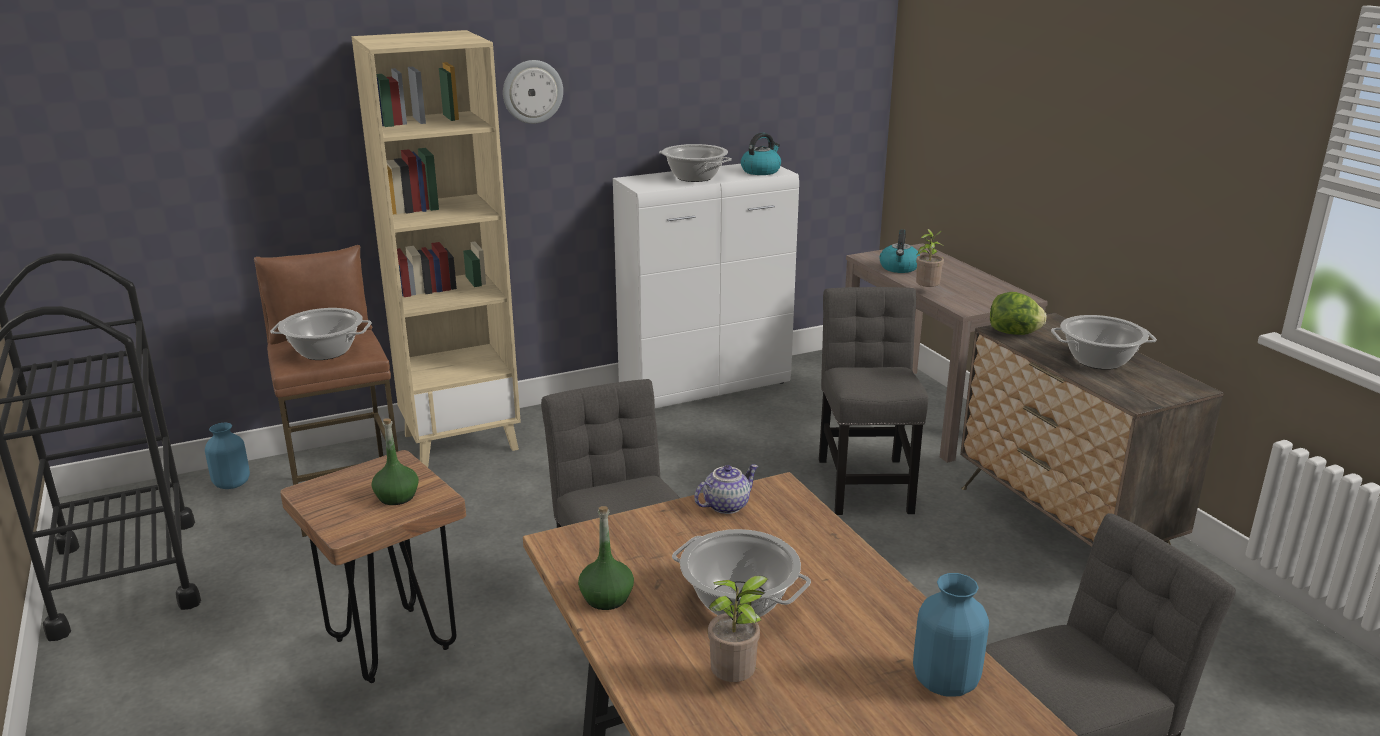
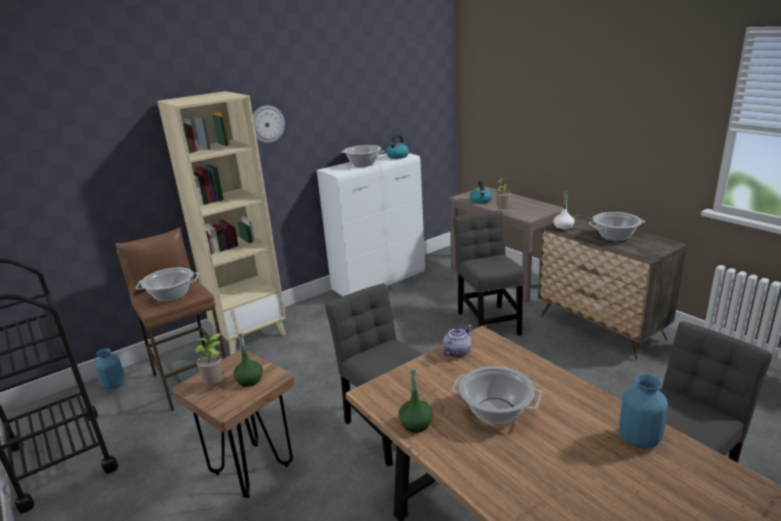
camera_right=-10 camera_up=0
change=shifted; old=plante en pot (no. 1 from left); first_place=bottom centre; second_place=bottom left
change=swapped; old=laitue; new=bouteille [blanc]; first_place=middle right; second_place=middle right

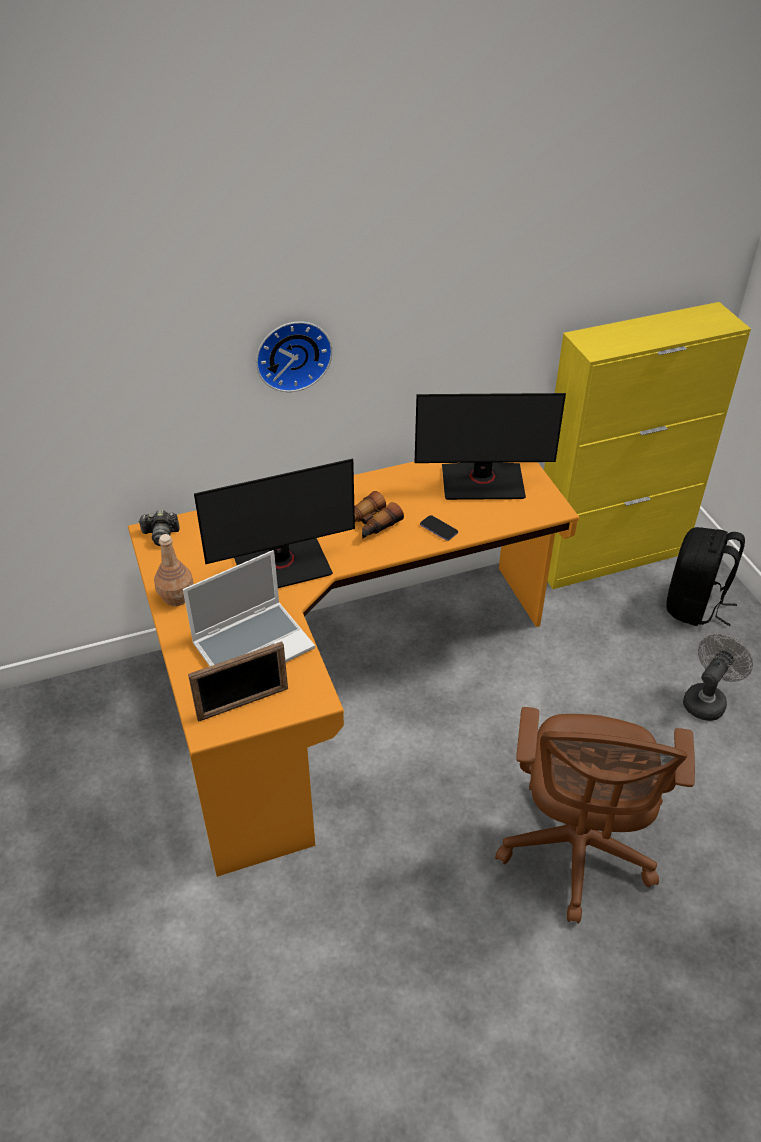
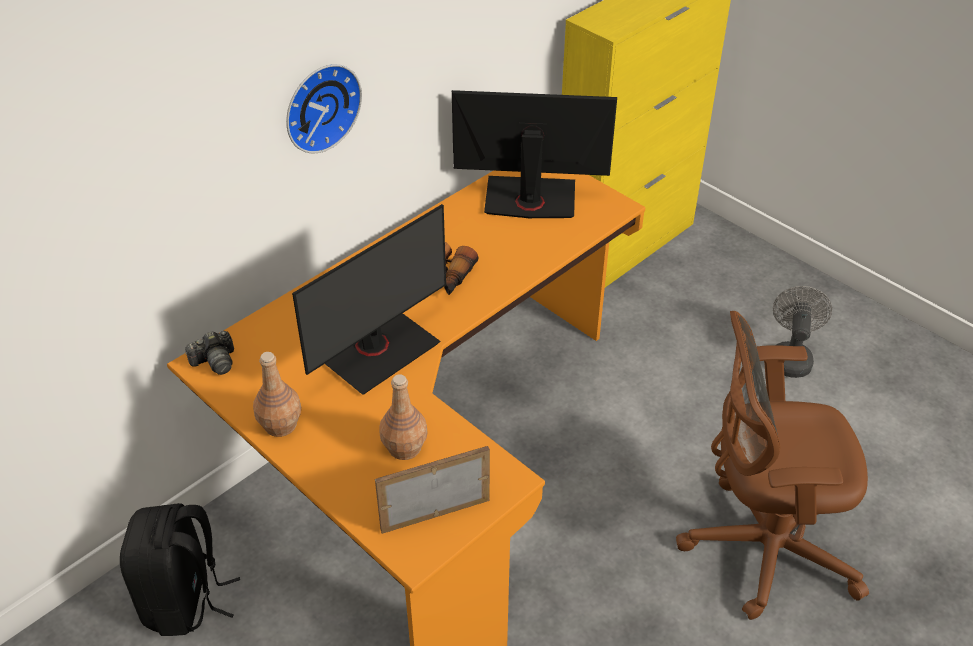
camera_right=-25 camera_up=0
change=shifted; old=sac à dos [noir]; first_place=middle right; second_place=bottom left
change=rotated; old=cadre photo; first_place=middle left; second_place=bottom centre; degrees=-150
change=swapped; old=ordinateur portable; new=bouteille [marron] (no. 2 from left); first_place=middle left; second_place=centre
change=rotated; old=écran d'ordinateur (no. 2 from left); first_place=centre; second_place=top centre; degrees=-150
change=rotated; old=chaise de bureau [marron]; first_place=bottom right; second_place=bottom right; degrees=105
change=gone; old=téléphone; first_place=centre

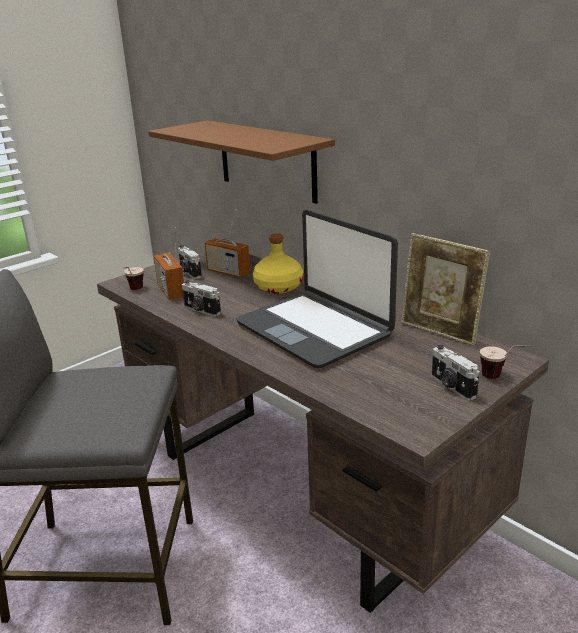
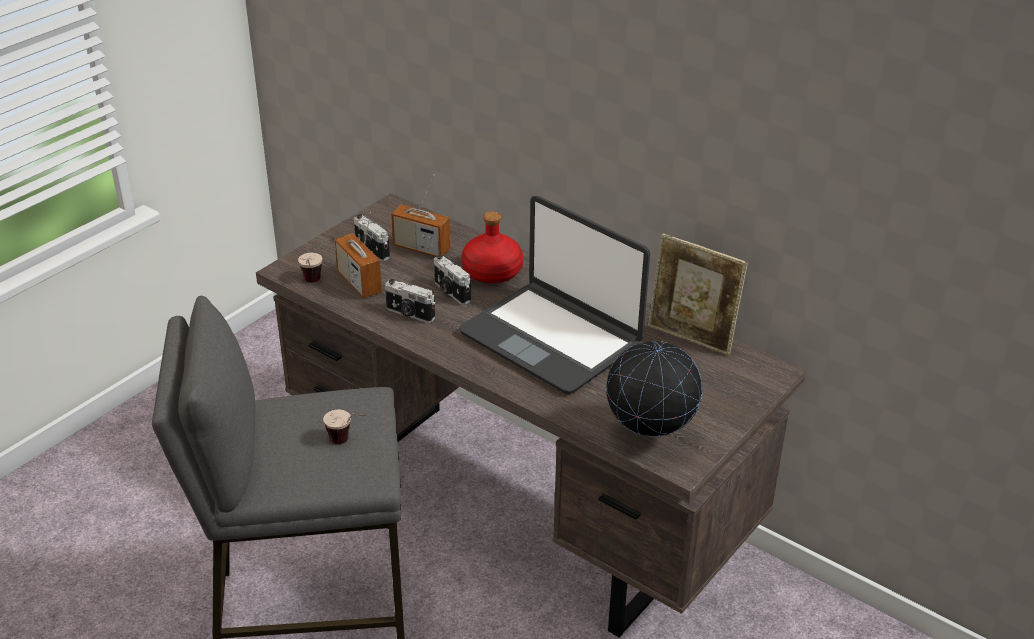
camera_right=-10 camera_up=10
change=shifted; old=tasse (no. 2 from left); first_place=middle right; second_place=bottom centre
change=shifted; old=appareil photo (no. 3 from left); first_place=middle right; second_place=centre
change=repainted; old=bouteille [jaune]; new=bouteille [rouge]; first_place=centre; second_place=centre
change=new; new=globe; second_place=centre
change=gone; old=étagère [marron]; first_place=top centre

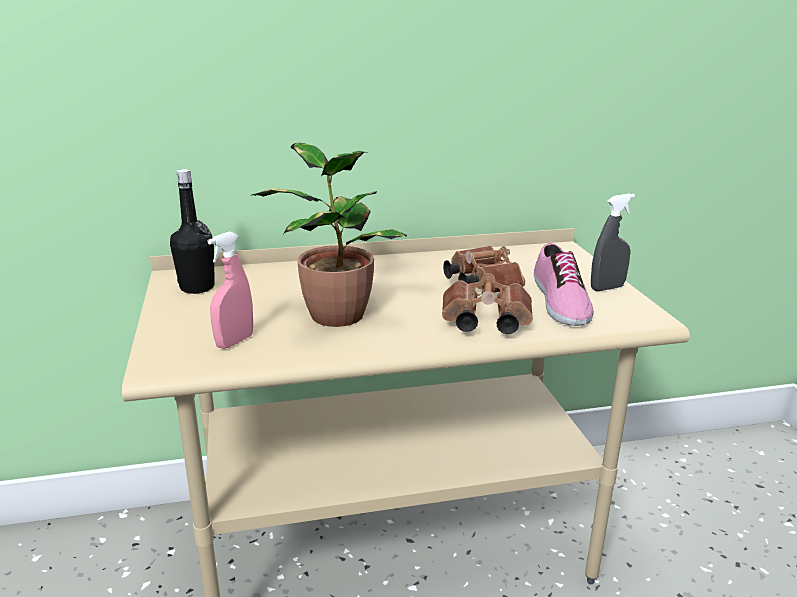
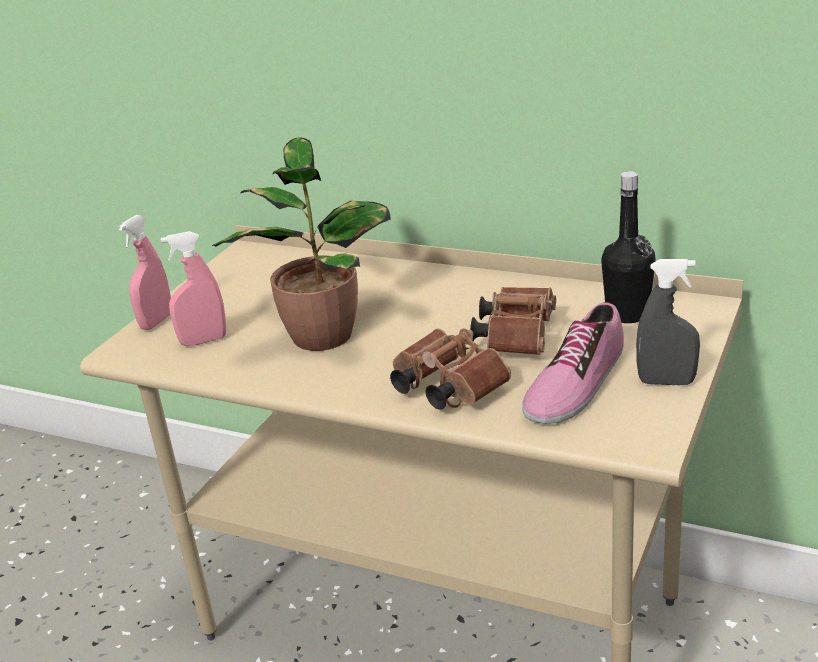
camera_right=40 camera_up=5
change=new; new=vaporisateur [rose] (no. 1 from left); second_place=middle left
change=shifted; old=bouteille [noir]; first_place=middle left; second_place=middle right

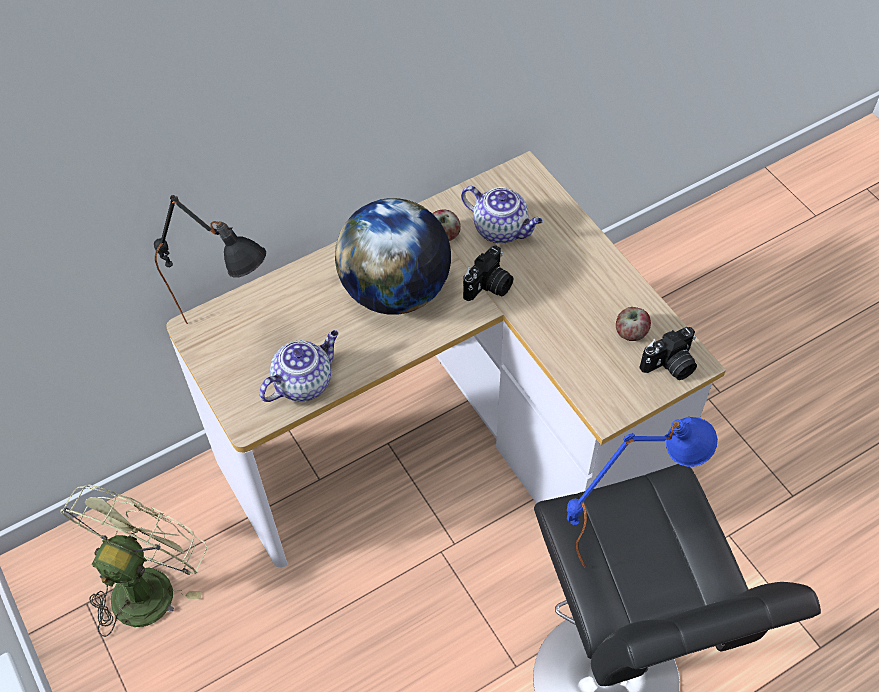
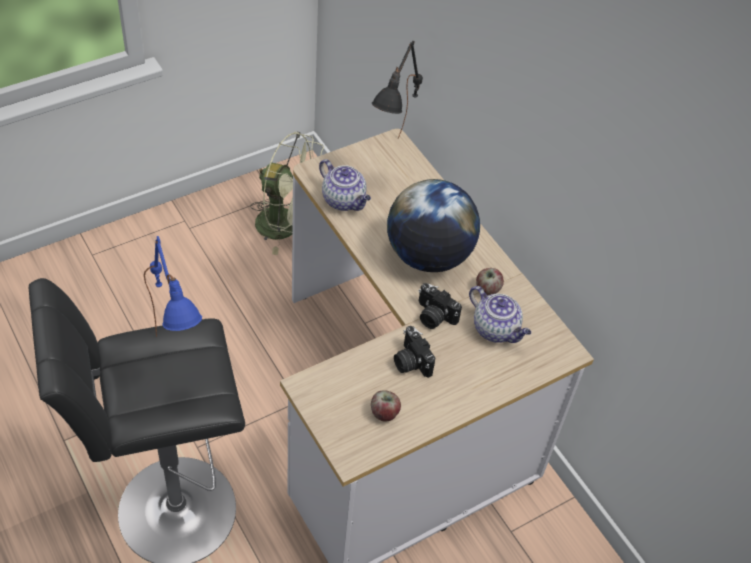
camera_right=85 camera_up=-5
change=shifted; old=appareil photo (no. 2 from left in the first image); new=appareil photo (no. 1 from left); first_place=middle right; second_place=centre
change=rotated; old=théière (no. 2 from left); first_place=top centre; second_place=centre; degrees=-75

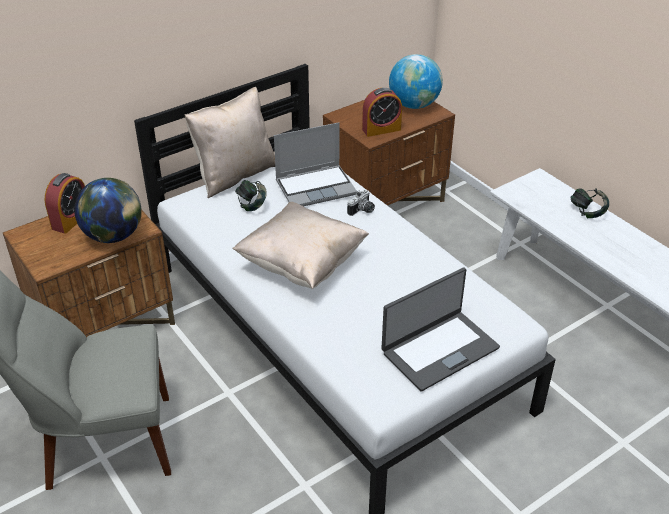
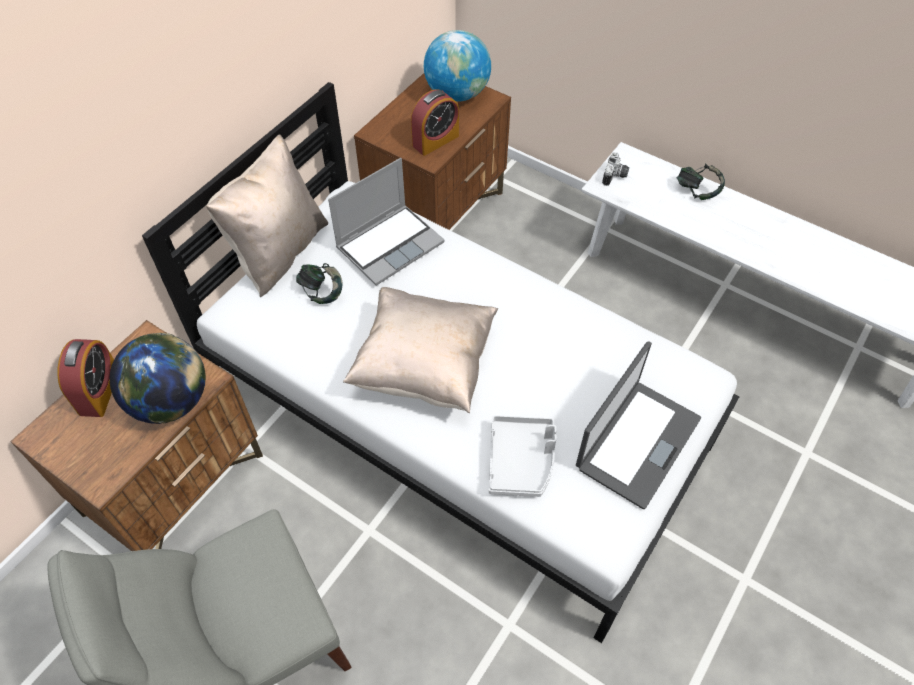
camera_right=-20 camera_up=15
change=new; new=plateau [gris]; second_place=centre
change=shifted; old=appareil photo; first_place=centre; second_place=top right

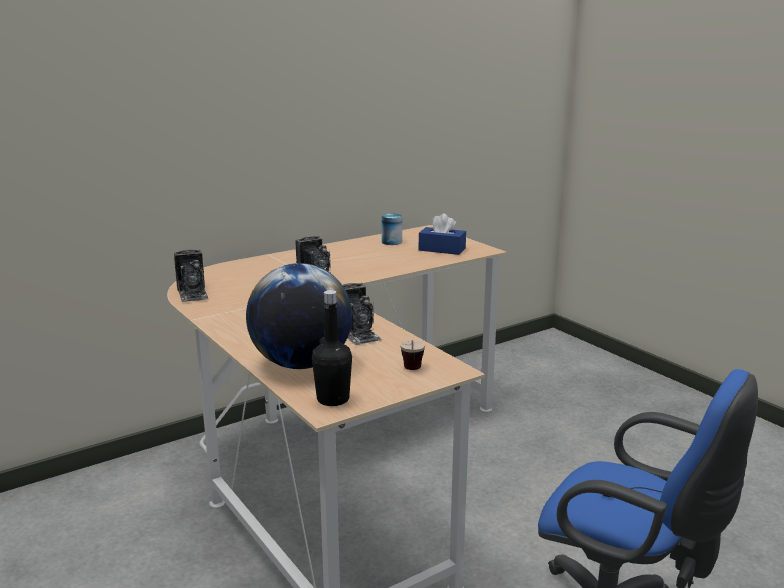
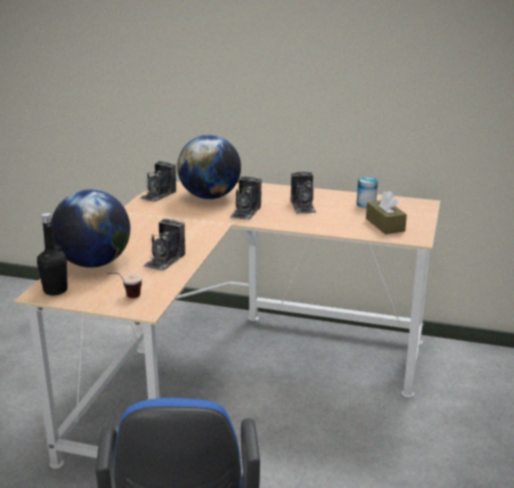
camera_right=50 camera_up=5
change=new; new=globe (no. 2 from left); second_place=centre
change=new; new=appareil photo (no. 4 from left); second_place=centre
change=repainted; old=boîte à mouchoirs [bleu]; new=boîte à mouchoirs [marron]; first_place=centre; second_place=middle right

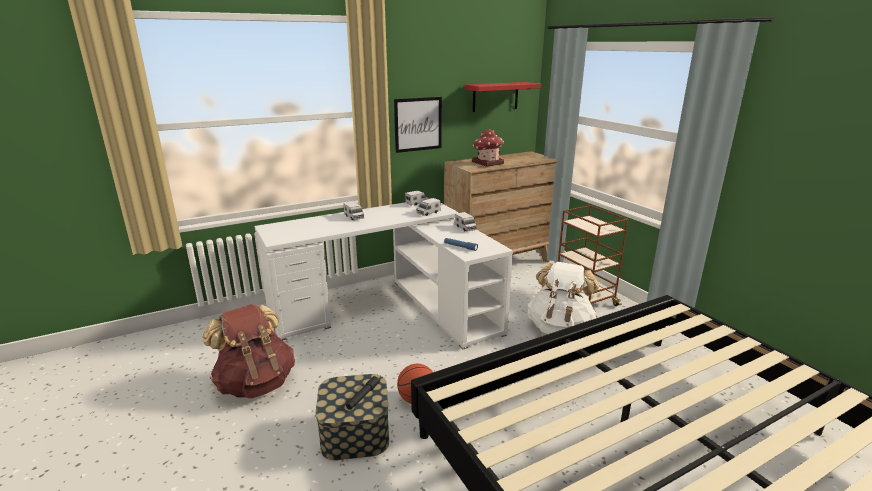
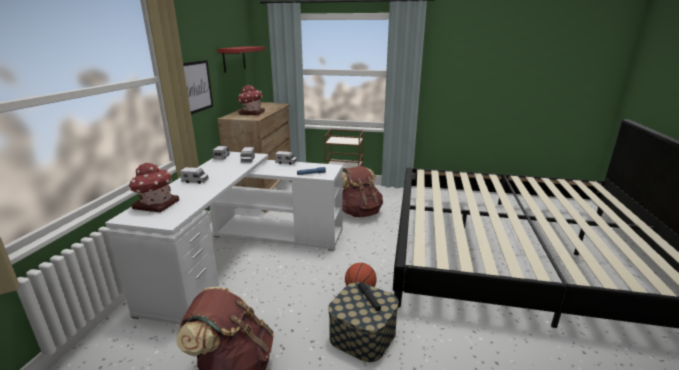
camera_right=-50 camera_up=0
change=new; new=maison miniature (no. 1 from left); second_place=middle left
change=repainted; old=sac à dos [blanc]; new=sac à dos [marron] (no. 2 from left); first_place=centre; second_place=centre

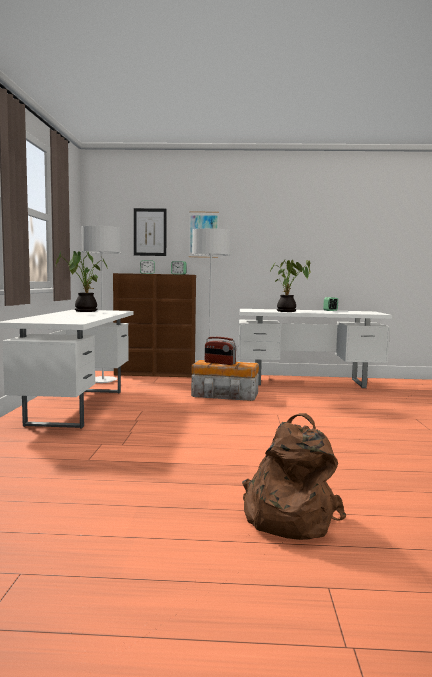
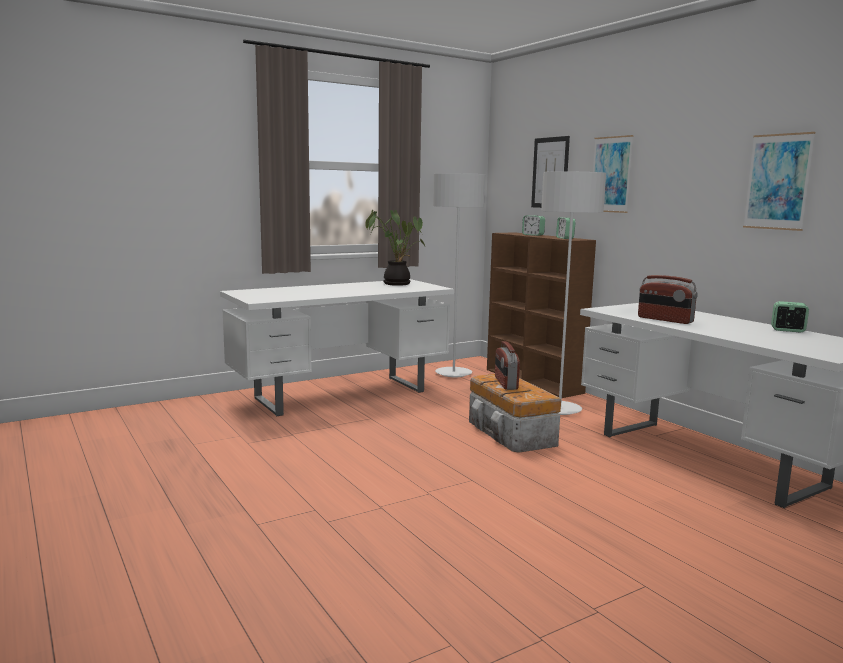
camera_right=55 camera_up=5
change=swapped; old=plante en pot (no. 2 from left); new=radio (no. 2 from left); first_place=middle right; second_place=middle right
change=new; new=tableau (no. 3 from left); second_place=top right
change=gone; old=sac à dos [marron]; first_place=bottom right

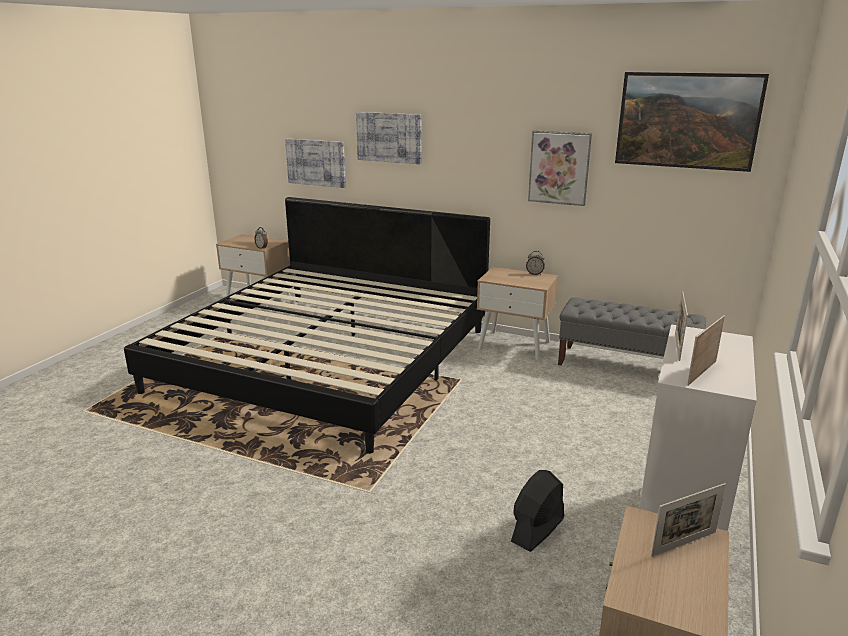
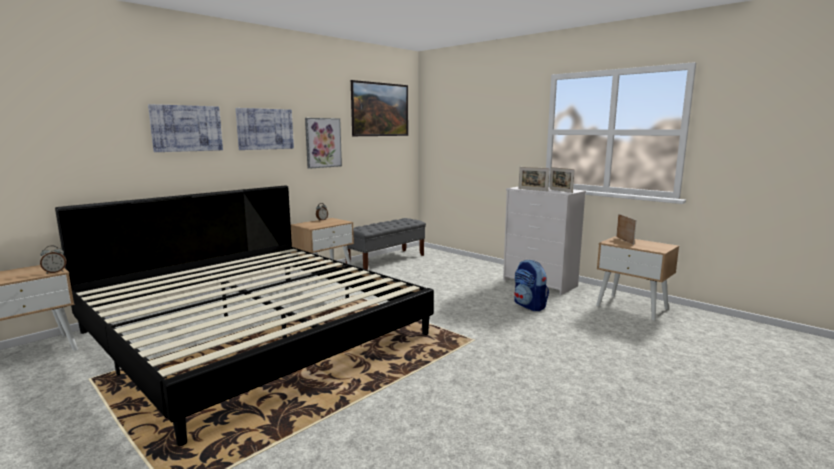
camera_right=-70 camera_up=-10
change=shifted; old=tableau (no. 1 from left in the first image); new=tableau (no. 2 from left); first_place=top centre; second_place=top left
change=swapped; old=ventilateur [noir]; new=sac à dos; first_place=bottom centre; second_place=centre

